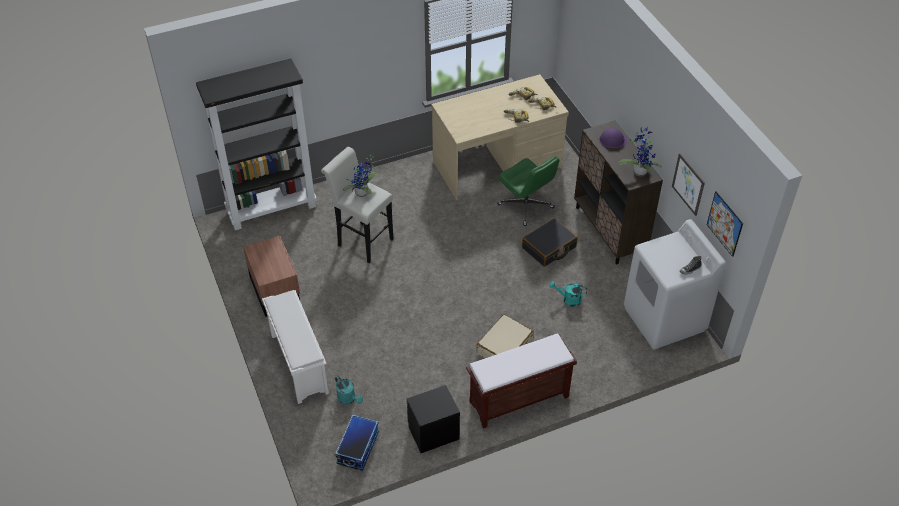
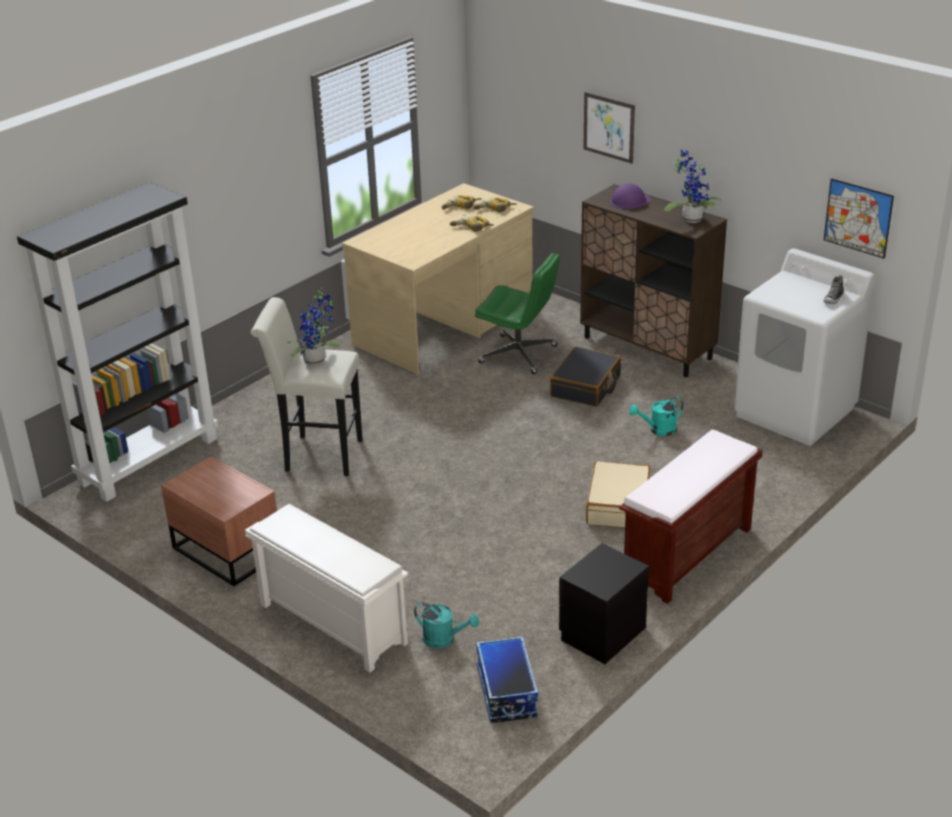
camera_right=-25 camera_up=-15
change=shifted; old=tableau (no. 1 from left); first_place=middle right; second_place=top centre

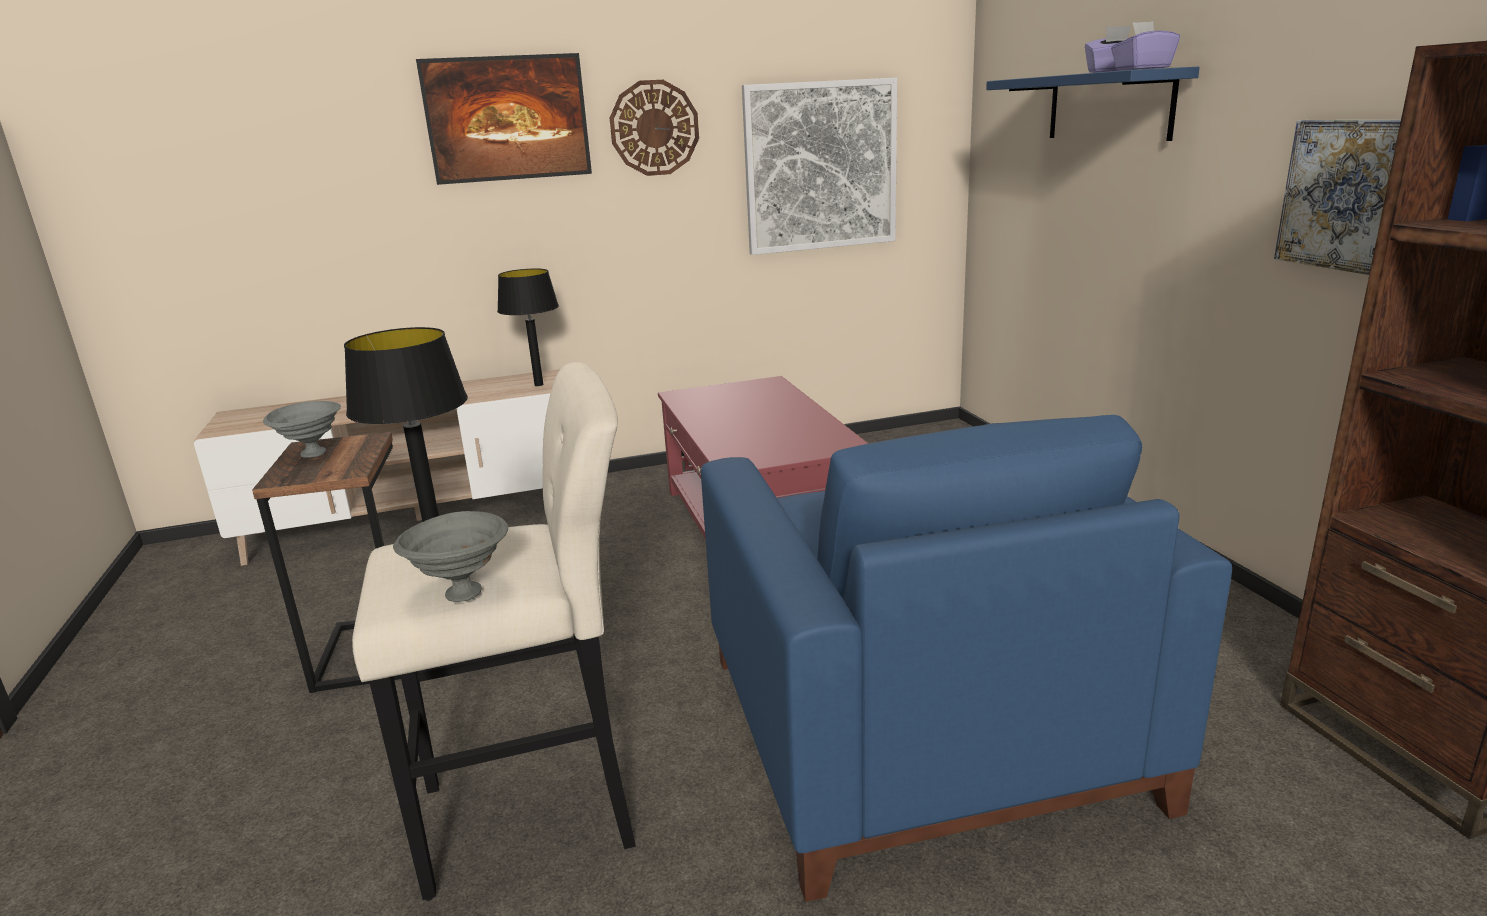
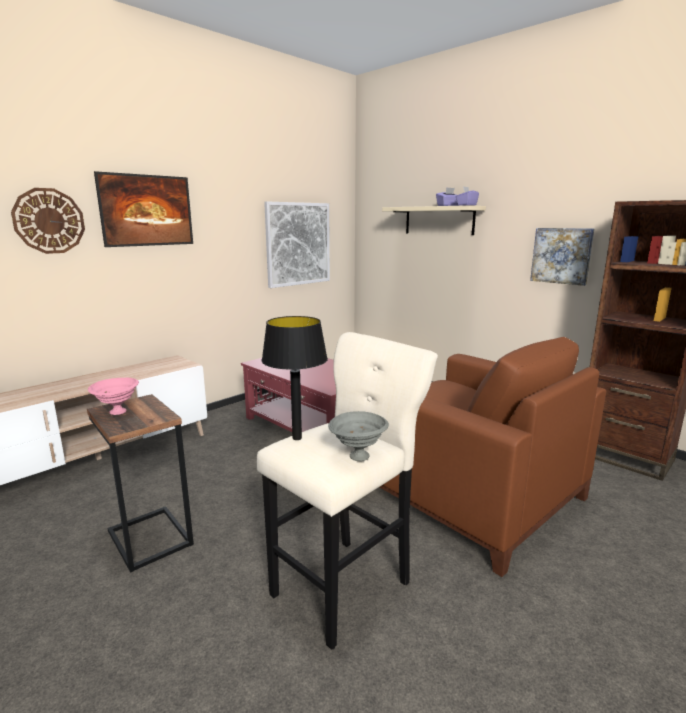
camera_right=-30 camera_up=-5
change=shifted; old=horloge murale; first_place=top centre; second_place=top left
change=repainted; old=bol [gris] (no. 1 from left); new=bol [rose]; first_place=middle left; second_place=middle left
change=repainted; old=fauteuil [bleu]; new=fauteuil [marron]; first_place=bottom centre; second_place=middle right
change=repainted; old=étagère [bleu]; new=étagère [beige]; first_place=top right; second_place=top centre
change=gone; old=lampe de table [noir] (no. 2 from left); first_place=centre

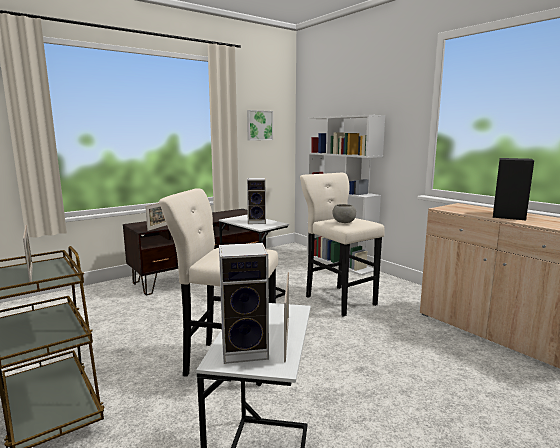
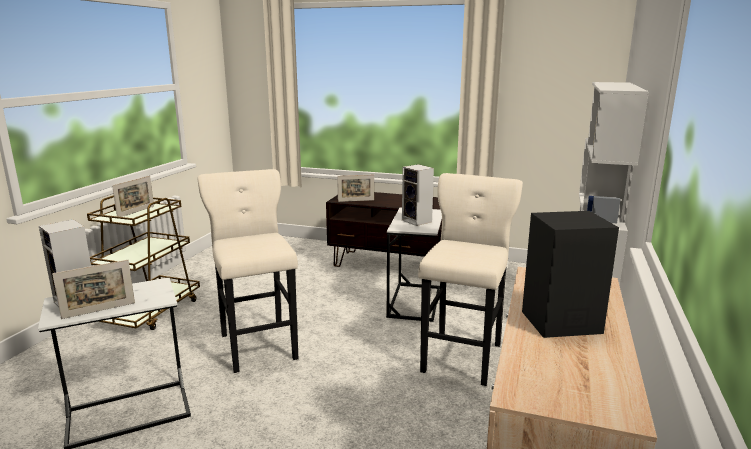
camera_right=55 camera_up=5
change=gone; old=tableau; first_place=top centre
change=gone; old=bol [gris]; first_place=centre

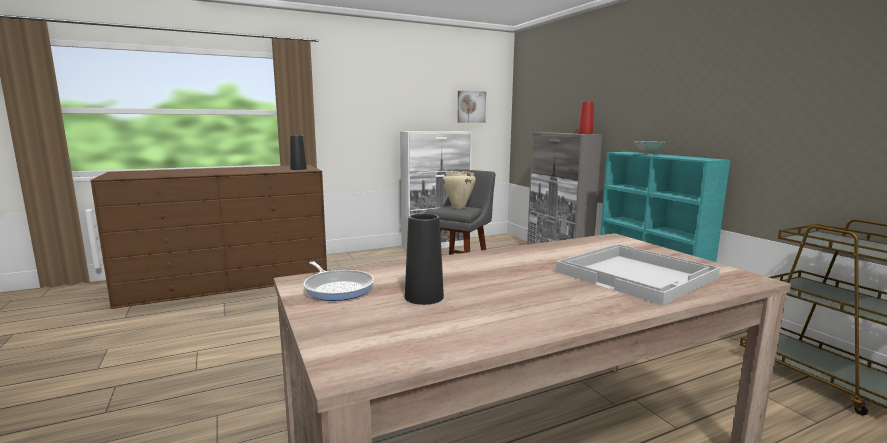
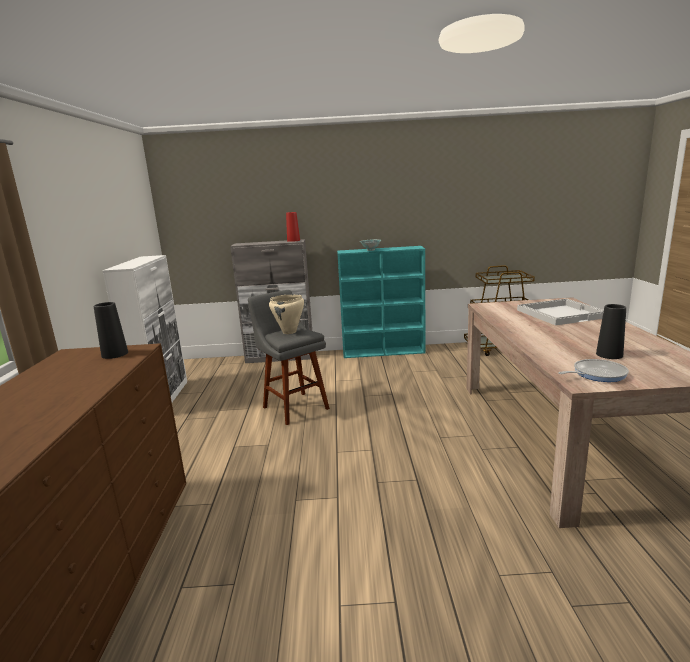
camera_right=-65 camera_up=5
change=gone; old=tableau; first_place=top centre

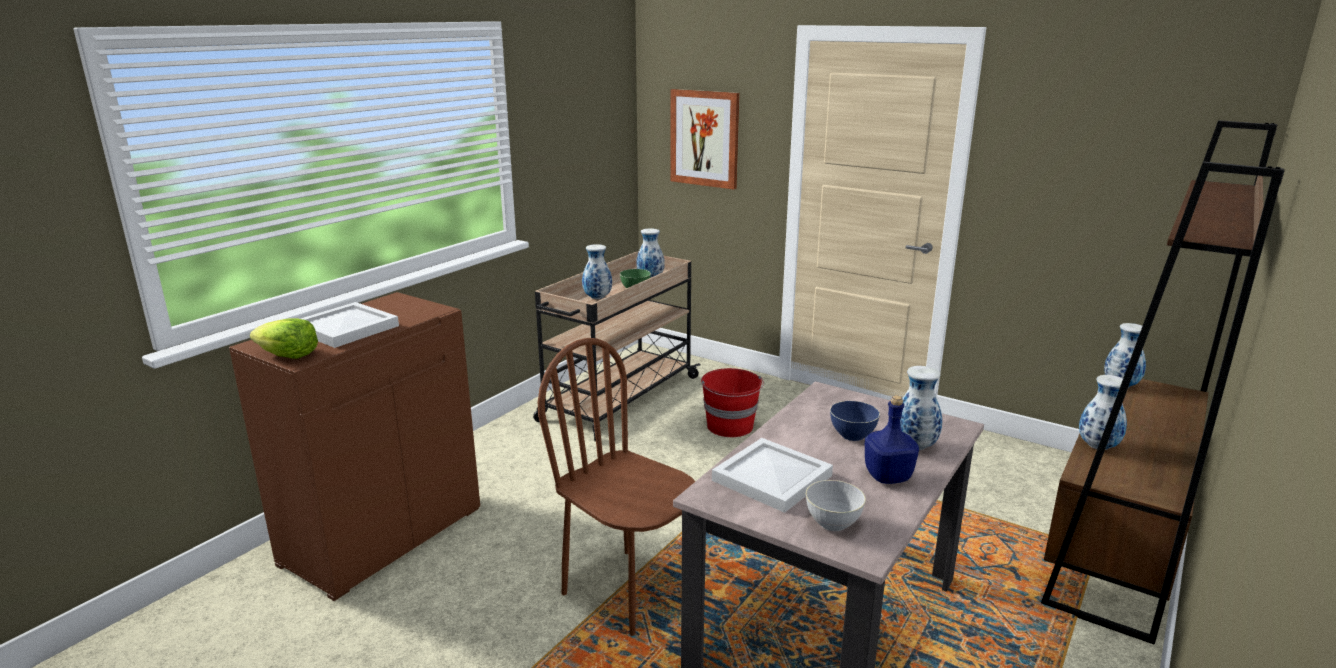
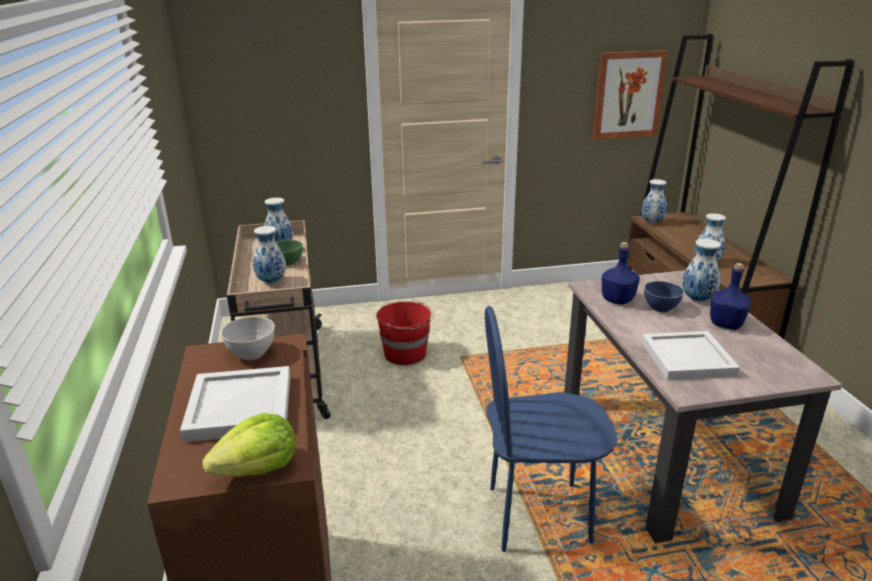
camera_right=-45 camera_up=5
change=shifted; old=bol [gris]; first_place=bottom centre; second_place=middle left
change=repainted; old=chaise [marron]; new=chaise [bleu]; first_place=bottom centre; second_place=bottom centre
change=shifted; old=tableau; first_place=top centre; second_place=top right
change=new; new=bouteille [bleu] (no. 1 from left); second_place=middle right

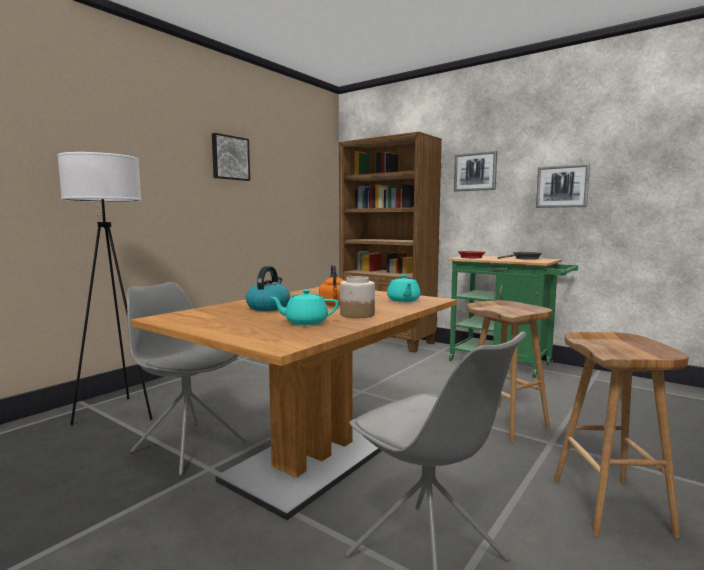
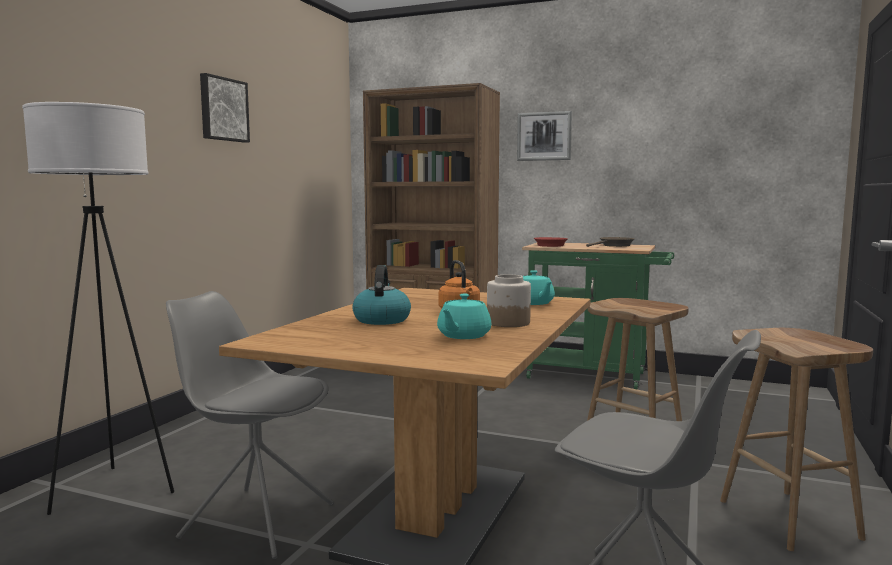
camera_right=-15 camera_up=0
change=rotated; old=théière [turquoise] (no. 1 from left); first_place=centre; second_place=centre; degrees=-45
change=gone; old=tableau (no. 3 from left); first_place=top right

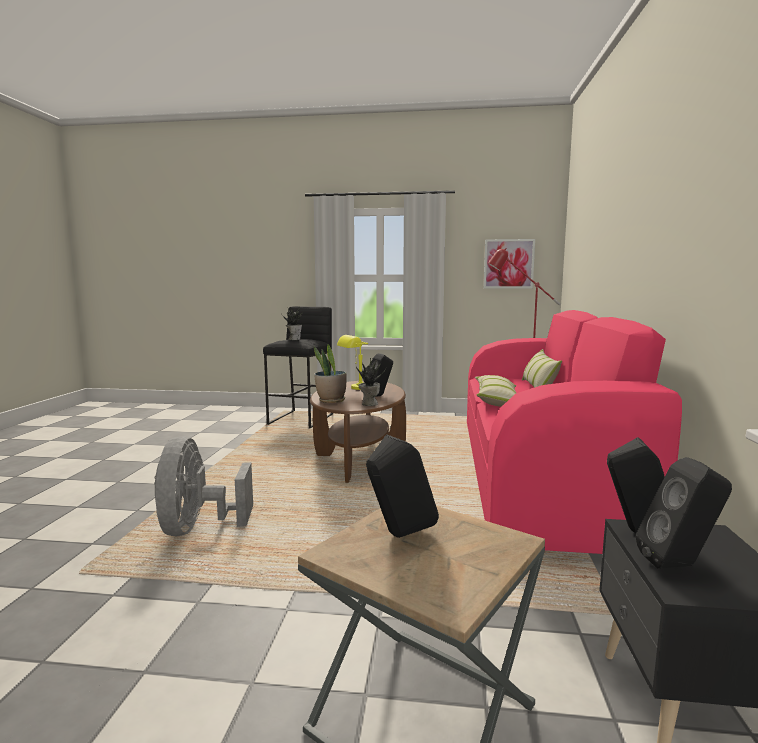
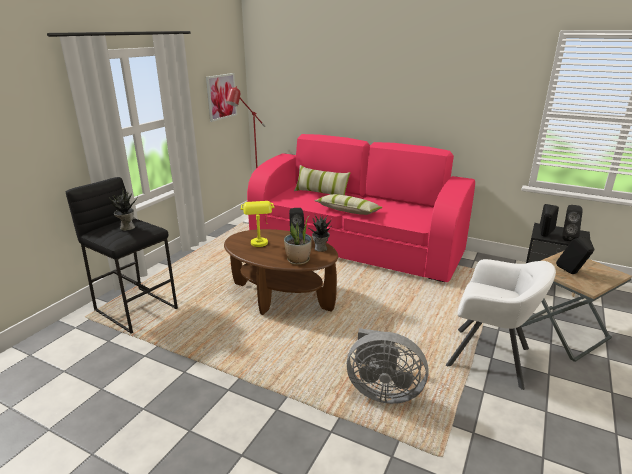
camera_right=-70 camera_up=15
change=new; new=fauteuil [blanc]; second_place=bottom right

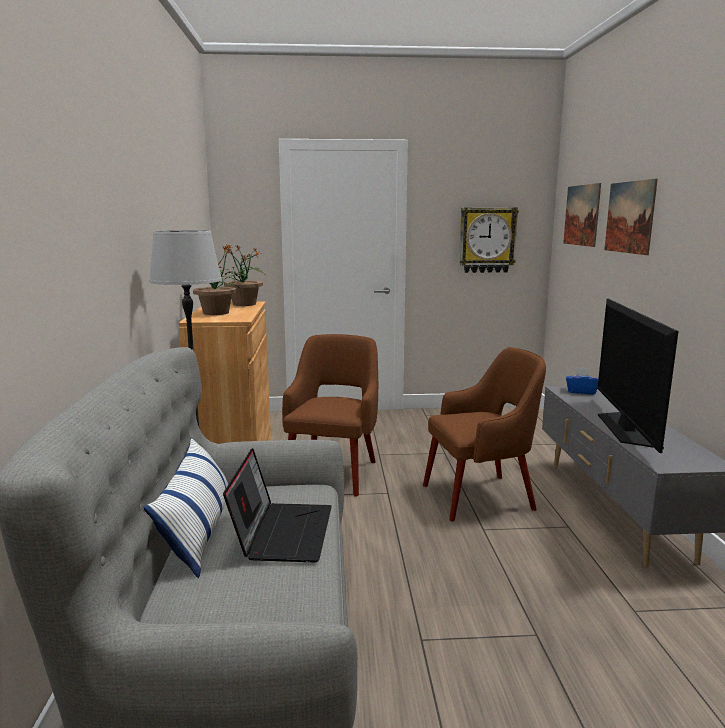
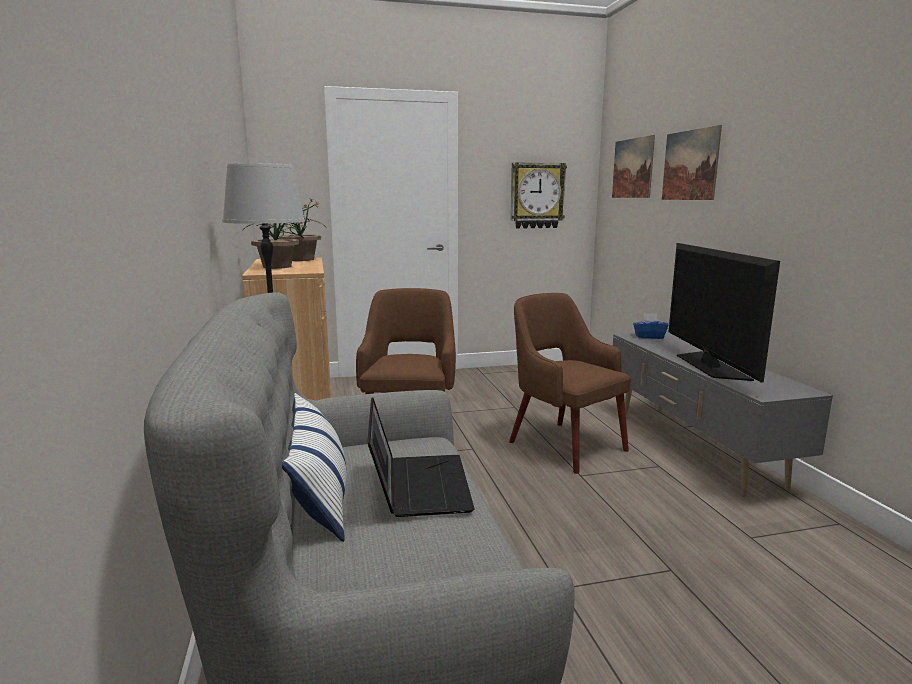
camera_right=-10 camera_up=0
change=rotated; old=fauteuil [marron] (no. 2 from left); first_place=middle right; second_place=centre; degrees=-105

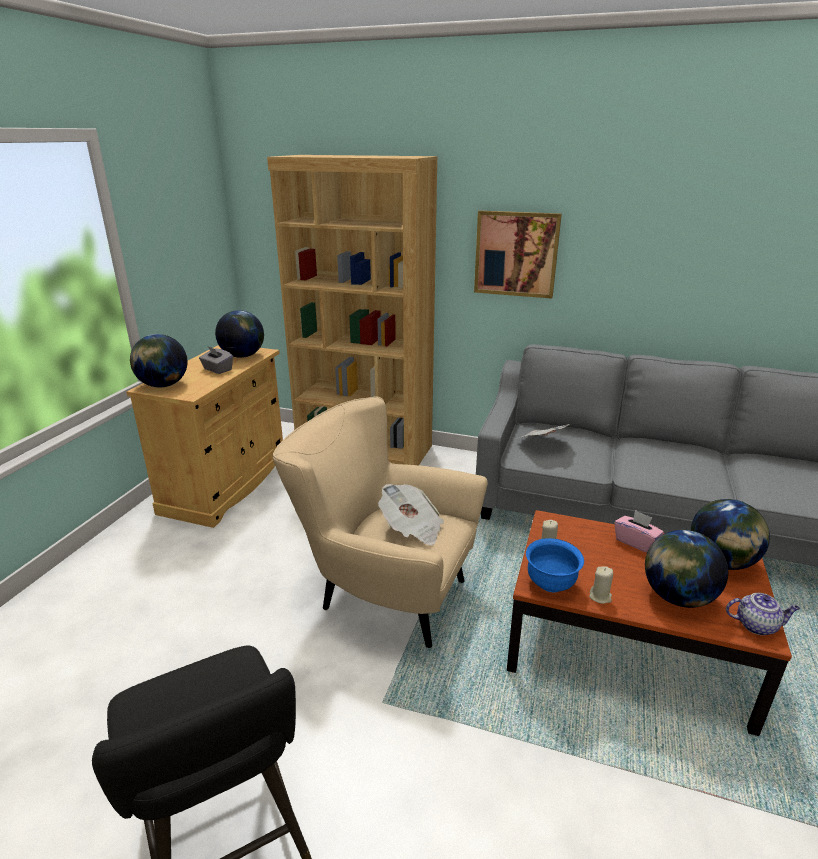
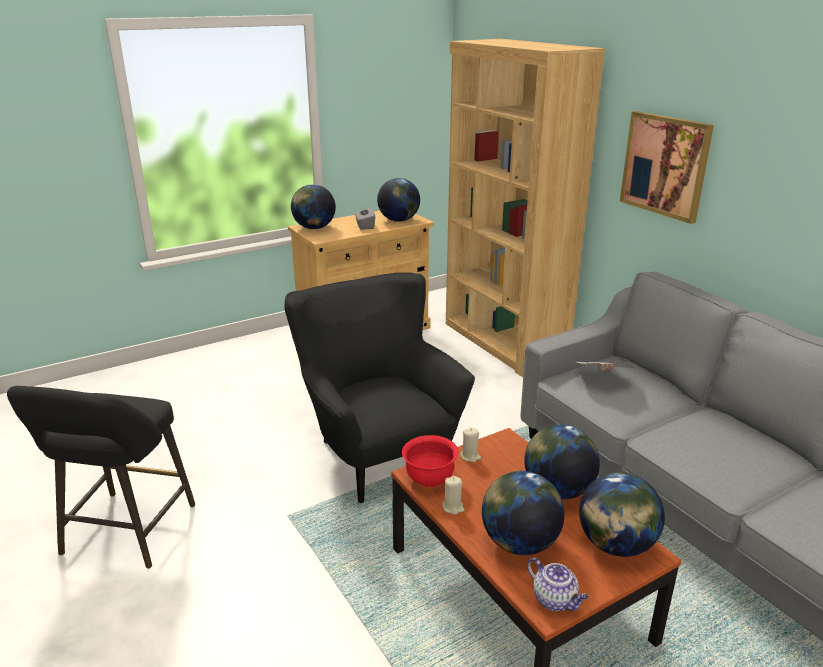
camera_right=40 camera_up=0
change=repainted; old=fauteuil [beige]; new=fauteuil [noir]; first_place=centre; second_place=centre
change=repainted; old=bol [bleu]; new=bol [rouge]; first_place=middle right; second_place=bottom centre
change=swapped; old=boîte à mouchoirs [rose]; new=globe (no. 4 from left); first_place=middle right; second_place=bottom right
change=gone; old=journal (no. 1 from left); first_place=centre

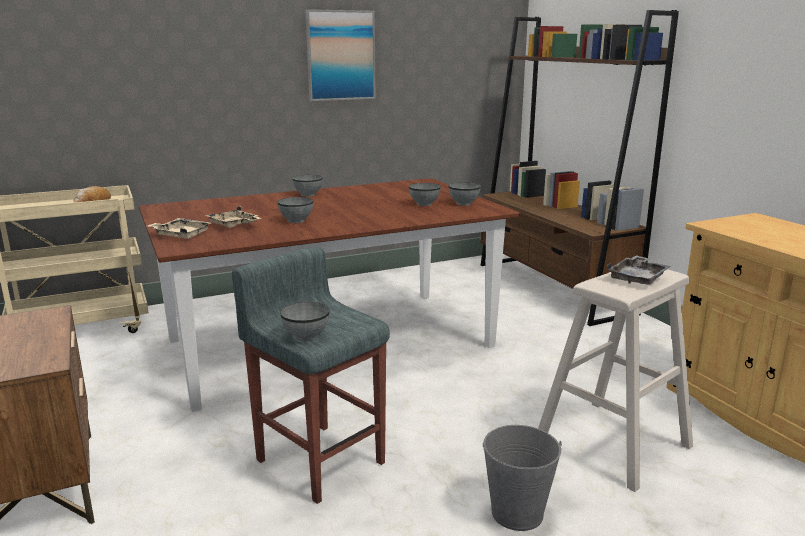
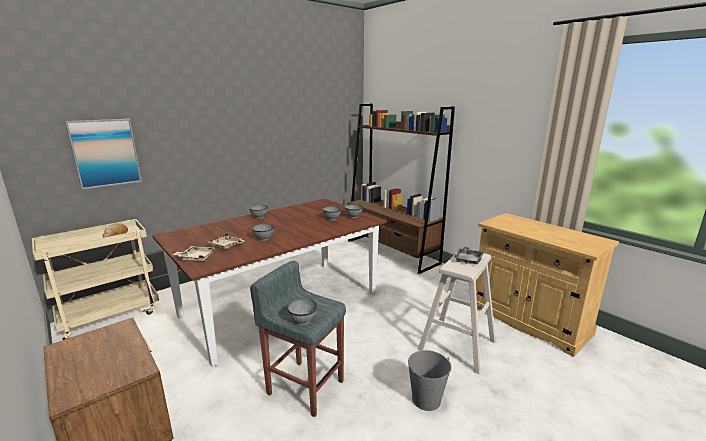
camera_right=-15 camera_up=0
change=shifted; old=tableau; first_place=top centre; second_place=middle left

